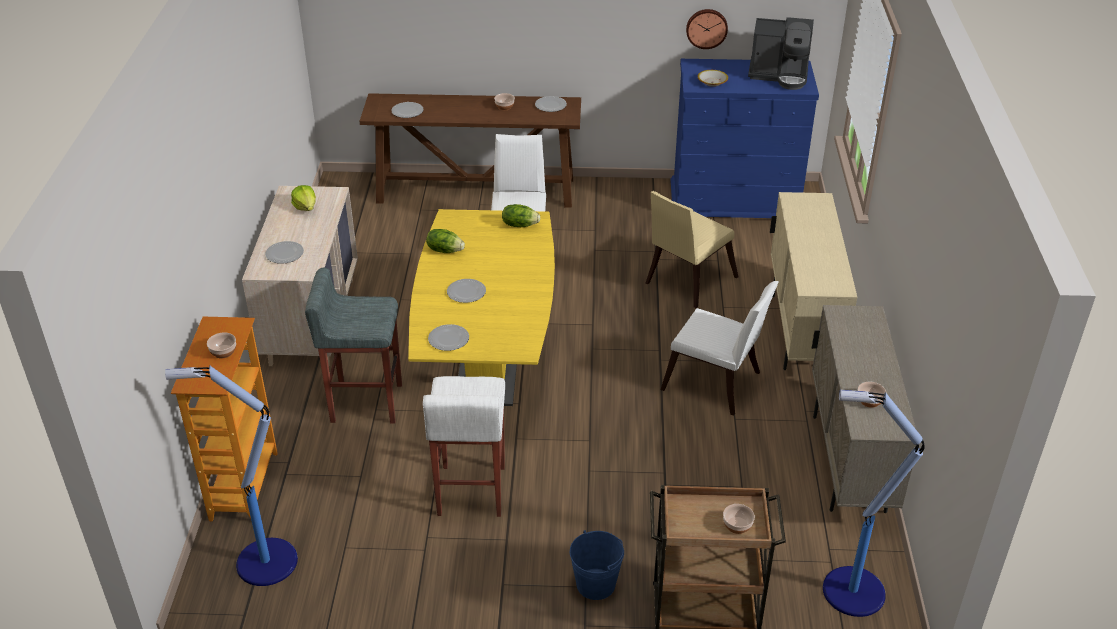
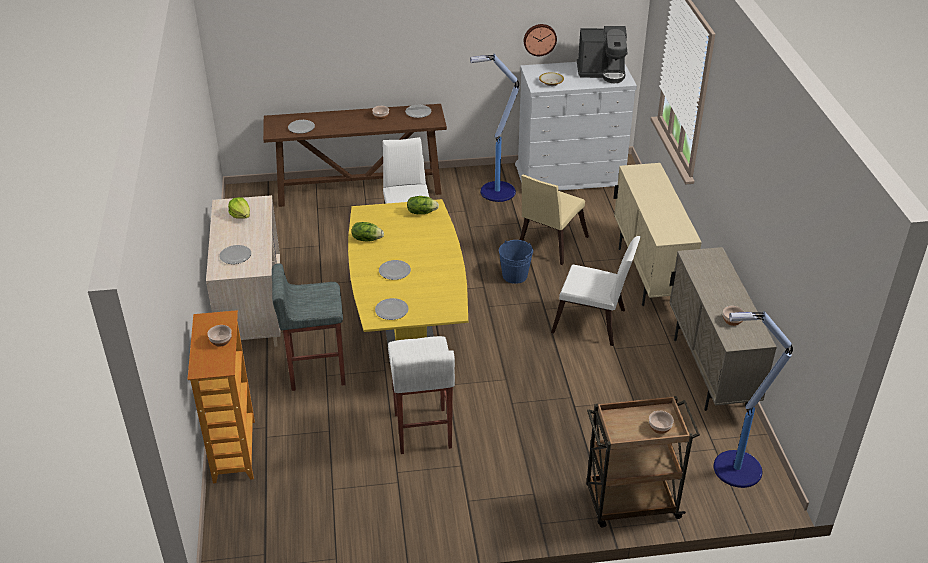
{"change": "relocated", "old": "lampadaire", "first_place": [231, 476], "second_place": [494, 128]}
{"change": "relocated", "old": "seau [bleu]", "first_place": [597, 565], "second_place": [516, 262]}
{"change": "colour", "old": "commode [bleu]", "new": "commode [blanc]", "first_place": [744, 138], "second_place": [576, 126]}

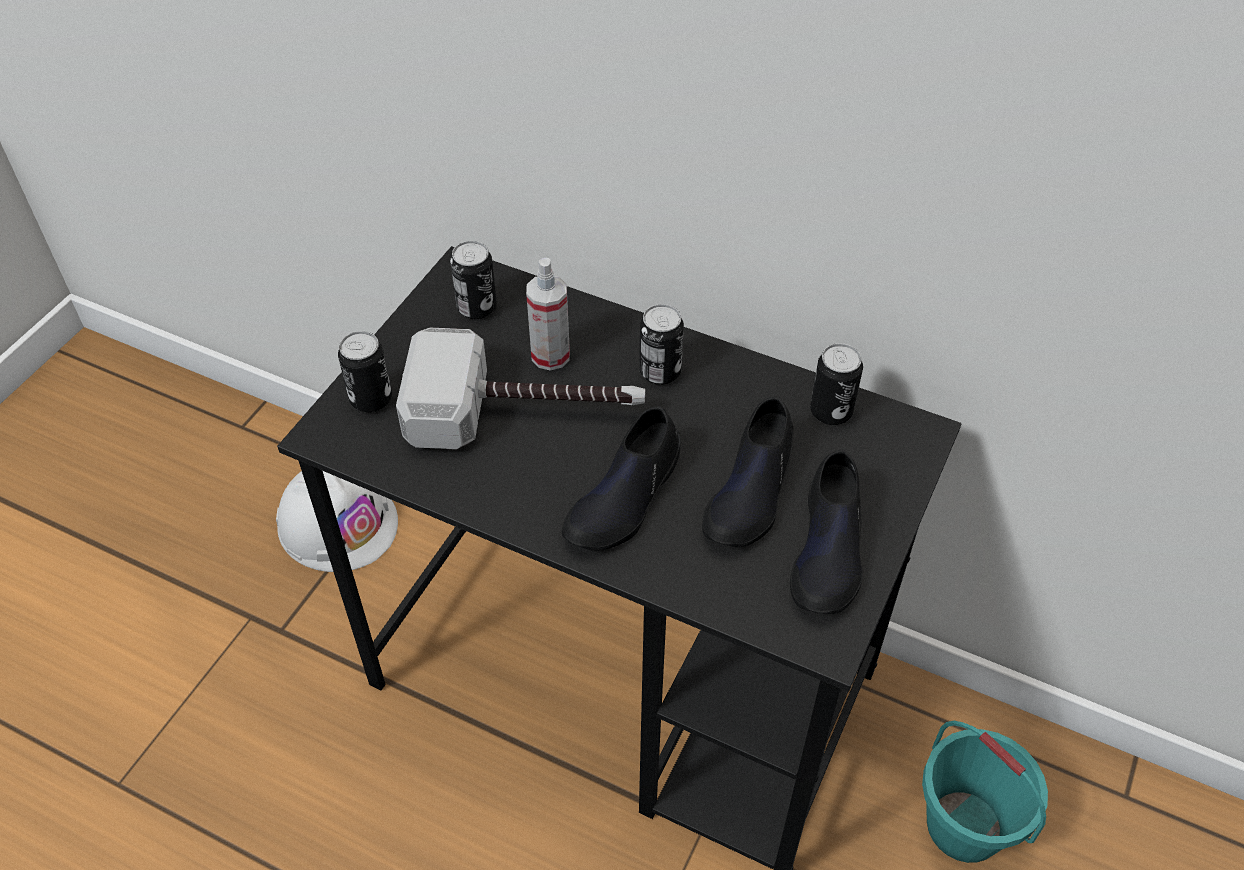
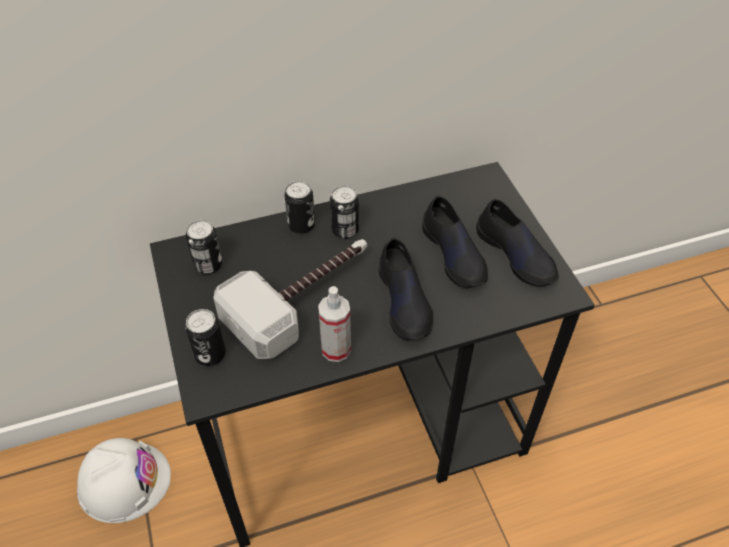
{"change": "missing", "old": "seau [turquoise]", "first_place": [985, 792]}
{"change": "relocated", "old": "vaporisateur", "first_place": [548, 314], "second_place": [334, 324]}
{"change": "relocated", "old": "boîte métallique", "first_place": [836, 384], "second_place": [299, 207]}

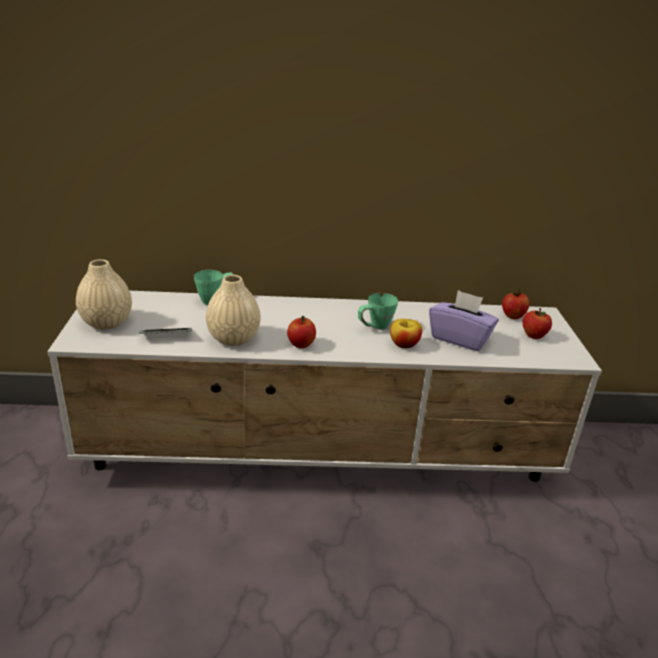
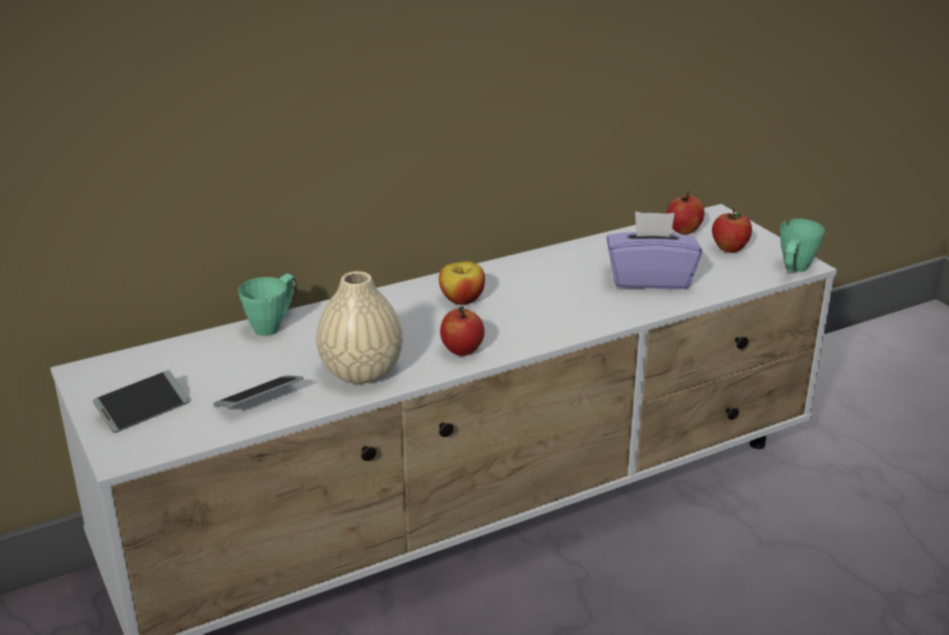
{"change": "relocated", "old": "mug [vert]", "first_place": [378, 311], "second_place": [802, 245]}
{"change": "relocated", "old": "pomme", "first_place": [406, 333], "second_place": [462, 283]}
{"change": "exchanged", "old": "vase [beige]", "new": "téléphone", "first_place": [104, 294], "second_place": [141, 402]}

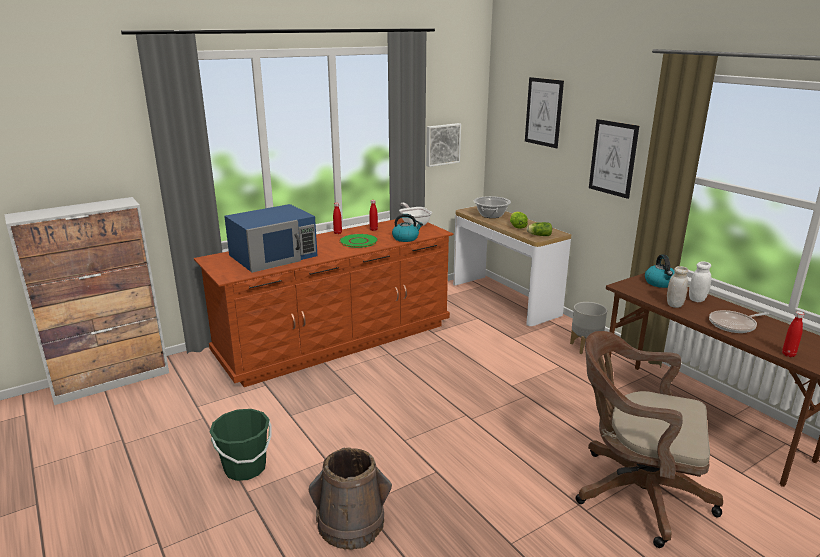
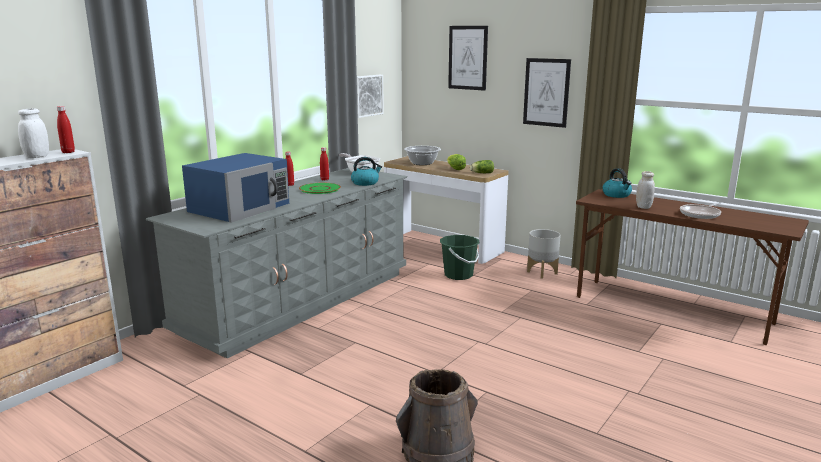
{"change": "missing", "old": "chaise de bureau [marron]", "first_place": [649, 439]}
{"change": "relocated", "old": "seau [vert]", "first_place": [241, 445], "second_place": [459, 257]}
{"change": "relocated", "old": "bocal [blanc]", "first_place": [700, 281], "second_place": [33, 133]}
{"change": "relocated", "old": "bouteille [rouge]", "first_place": [793, 334], "second_place": [66, 129]}
{"change": "colour", "old": "commode [marron]", "new": "commode [gris]", "first_place": [324, 302], "second_place": [276, 263]}

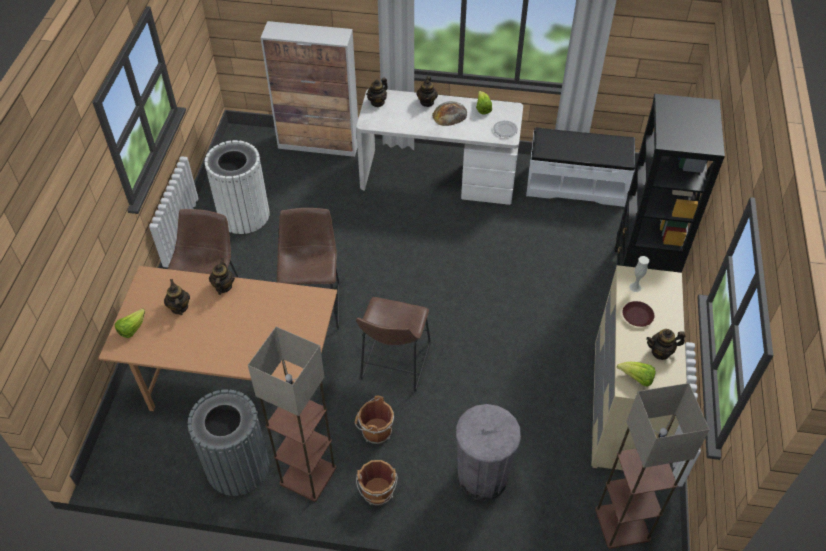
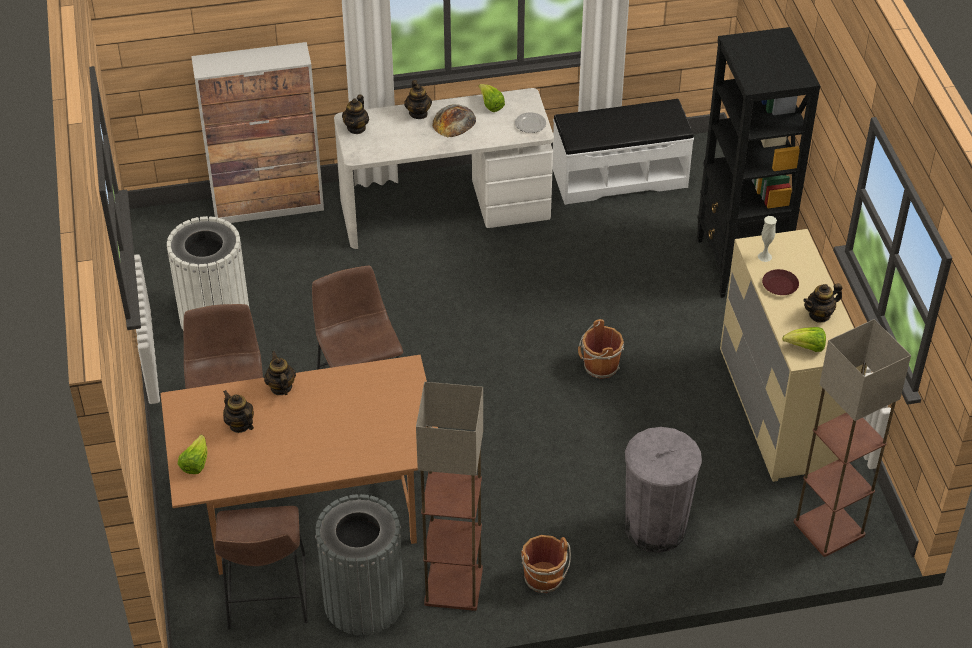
{"change": "relocated", "old": "seau [marron]", "first_place": [374, 420], "second_place": [601, 349]}
{"change": "relocated", "old": "tabouret [marron]", "first_place": [393, 344], "second_place": [261, 567]}

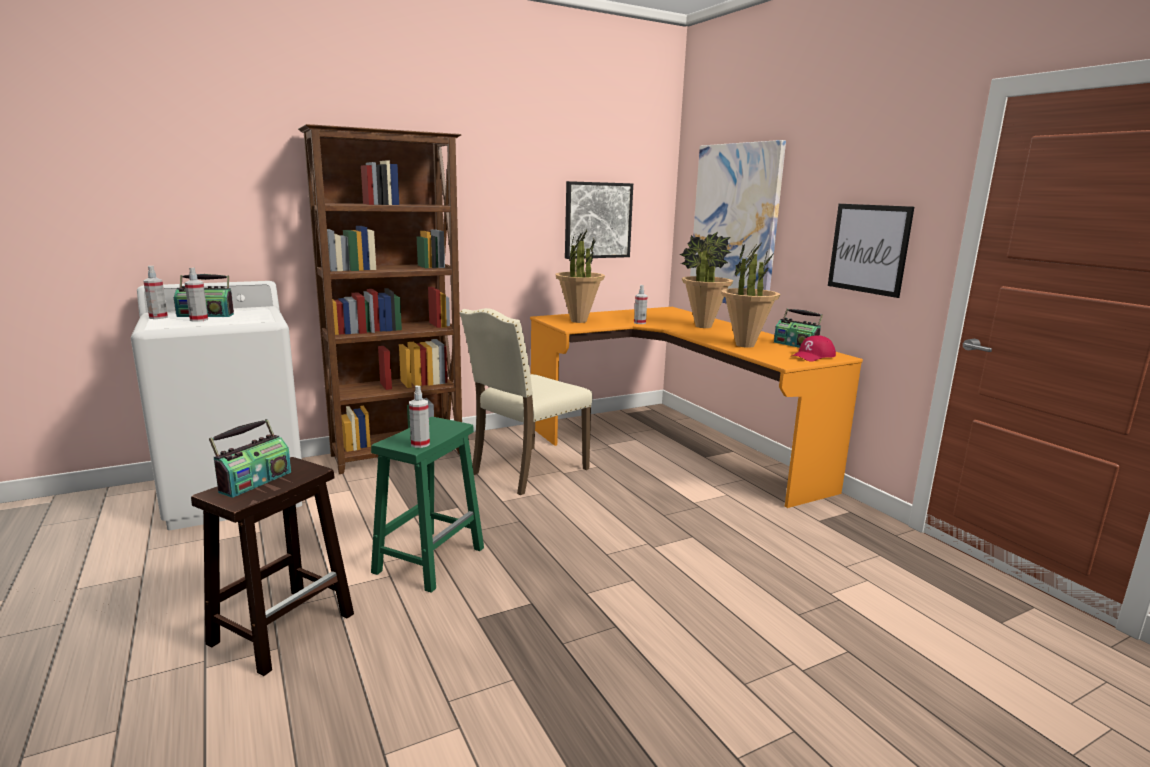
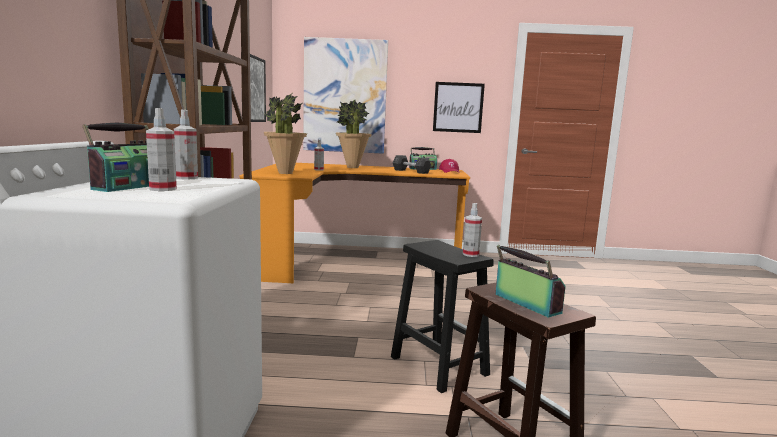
{"change": "missing", "old": "chaise [beige]", "first_place": [526, 401]}
{"change": "relocated", "old": "vaporisateur", "first_place": [155, 292], "second_place": [186, 144]}
{"change": "exchanged", "old": "plante en pot", "new": "haltère [gris]", "first_place": [750, 295], "second_place": [412, 164]}
{"change": "colour", "old": "tabouret [vert]", "new": "tabouret [noir]", "first_place": [427, 505], "second_place": [442, 316]}

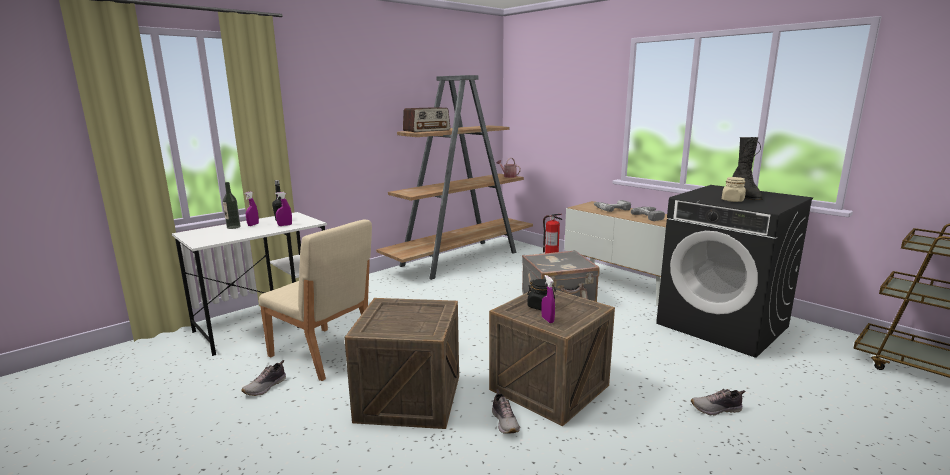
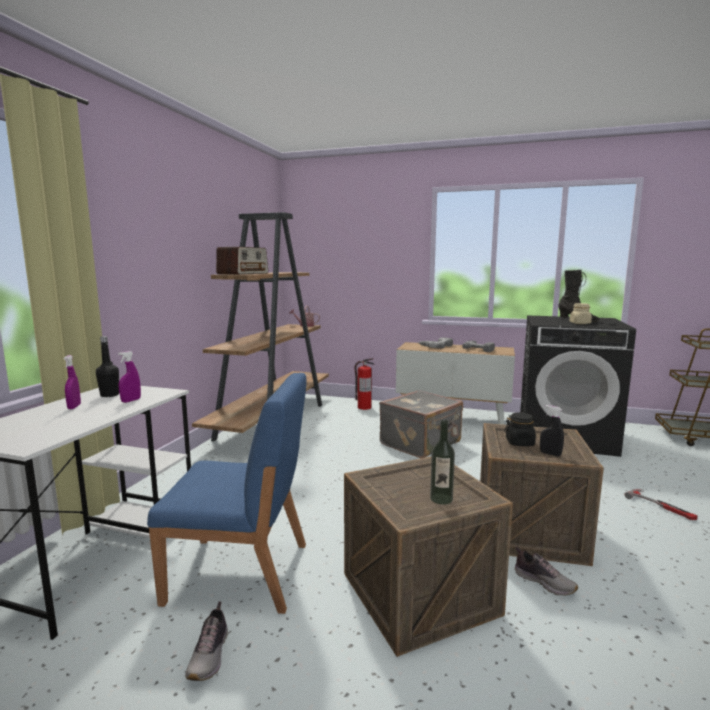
{"change": "relocated", "old": "bouteille", "first_place": [231, 205], "second_place": [442, 462]}
{"change": "exchanged", "old": "chaussure", "new": "marteau", "first_place": [718, 402], "second_place": [661, 504]}
{"change": "colour", "old": "chaise [beige]", "new": "chaise [bleu]", "first_place": [315, 300], "second_place": [226, 493]}
{"change": "colour", "old": "vaporisateur [violet]", "new": "vaporisateur [noir]", "first_place": [548, 299], "second_place": [552, 431]}

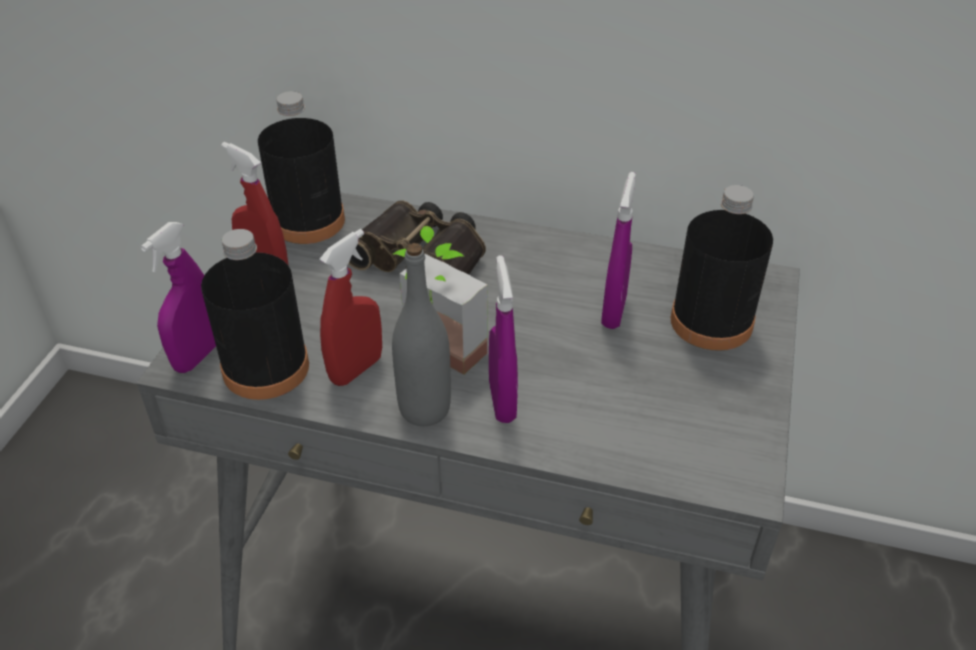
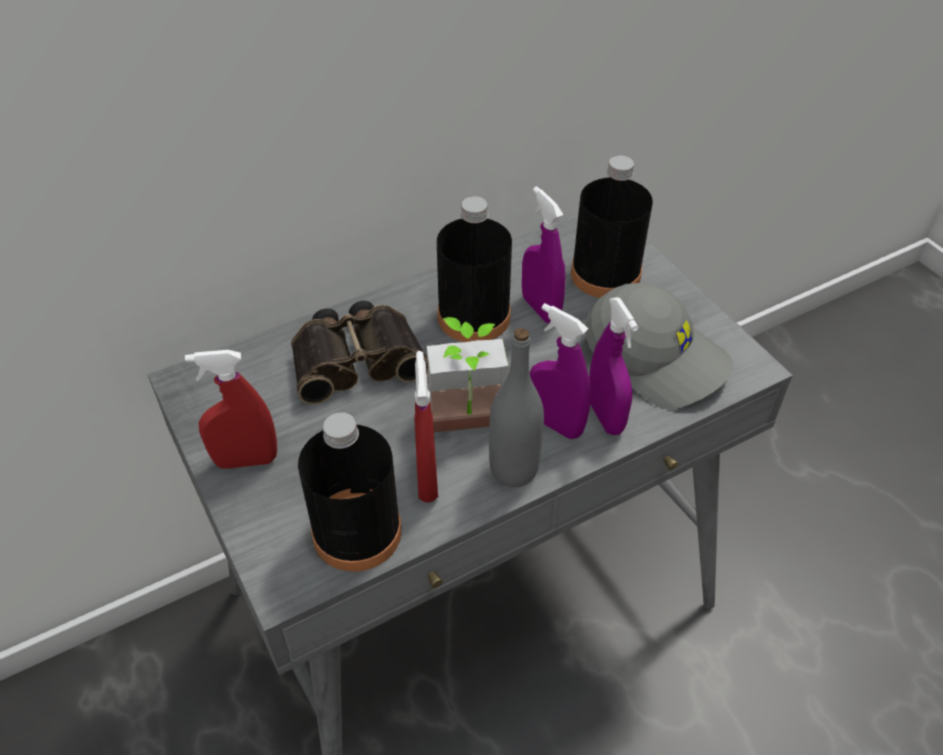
{"change": "appeared", "new": "casquette [gris]", "second_place": [659, 346]}
{"change": "relocated", "old": "vaporisateur [violet]", "first_place": [178, 297], "second_place": [613, 366]}
{"change": "relocated", "old": "bouteille [noir]", "first_place": [301, 167], "second_place": [474, 269]}

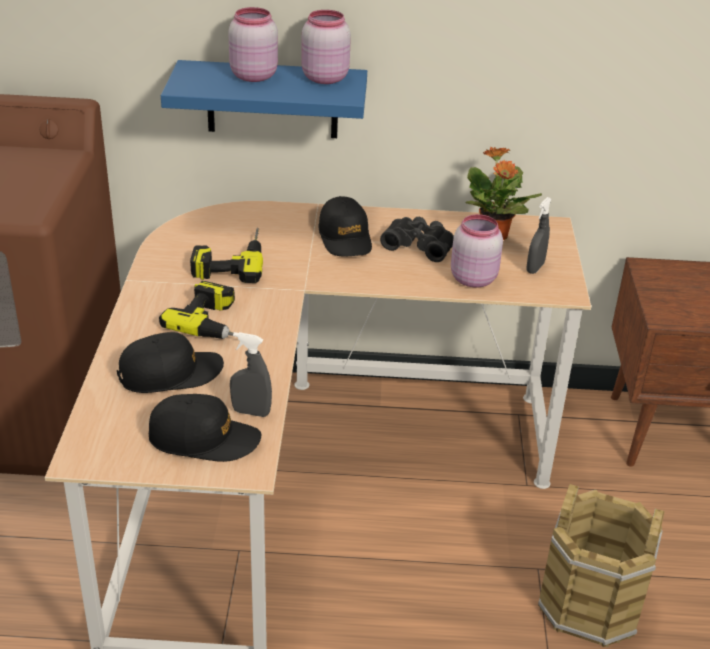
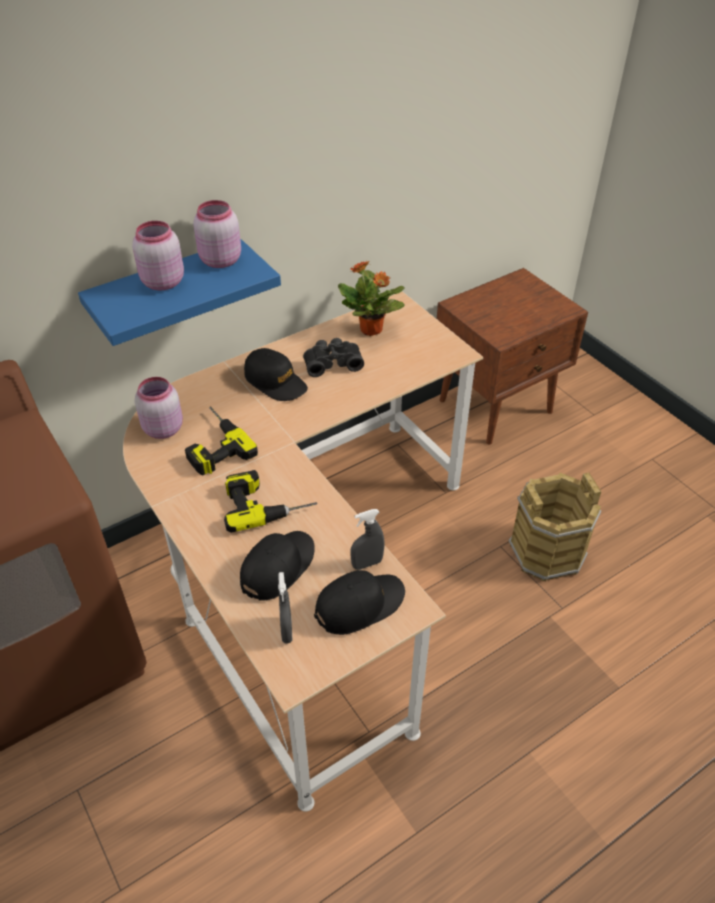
{"change": "relocated", "old": "bocal [rose]", "first_place": [477, 251], "second_place": [159, 408]}
{"change": "relocated", "old": "vaporisateur [gris]", "first_place": [539, 235], "second_place": [285, 608]}

